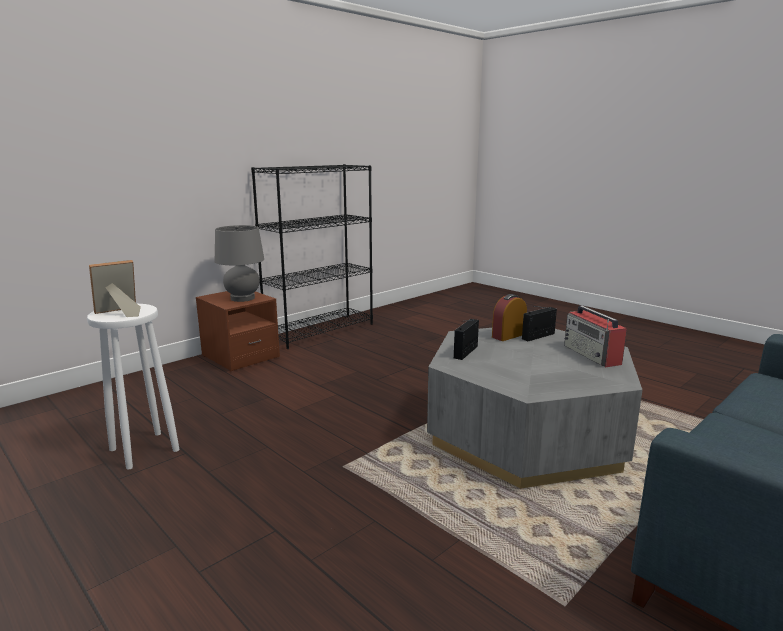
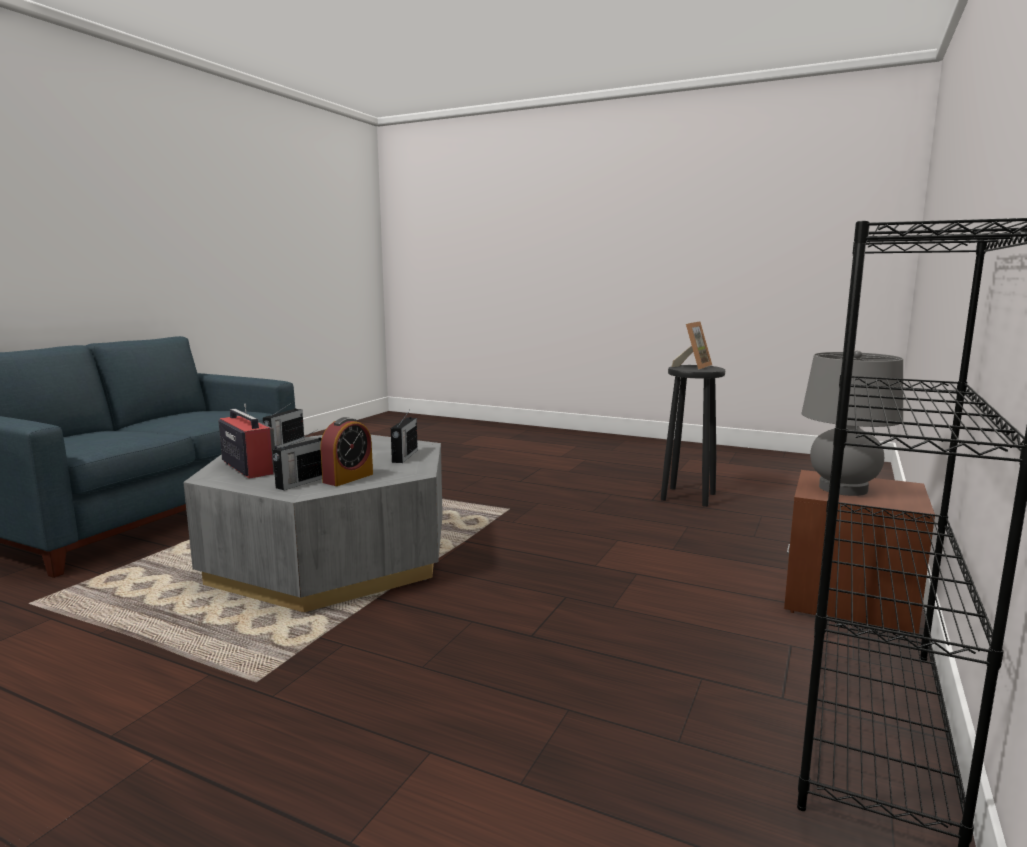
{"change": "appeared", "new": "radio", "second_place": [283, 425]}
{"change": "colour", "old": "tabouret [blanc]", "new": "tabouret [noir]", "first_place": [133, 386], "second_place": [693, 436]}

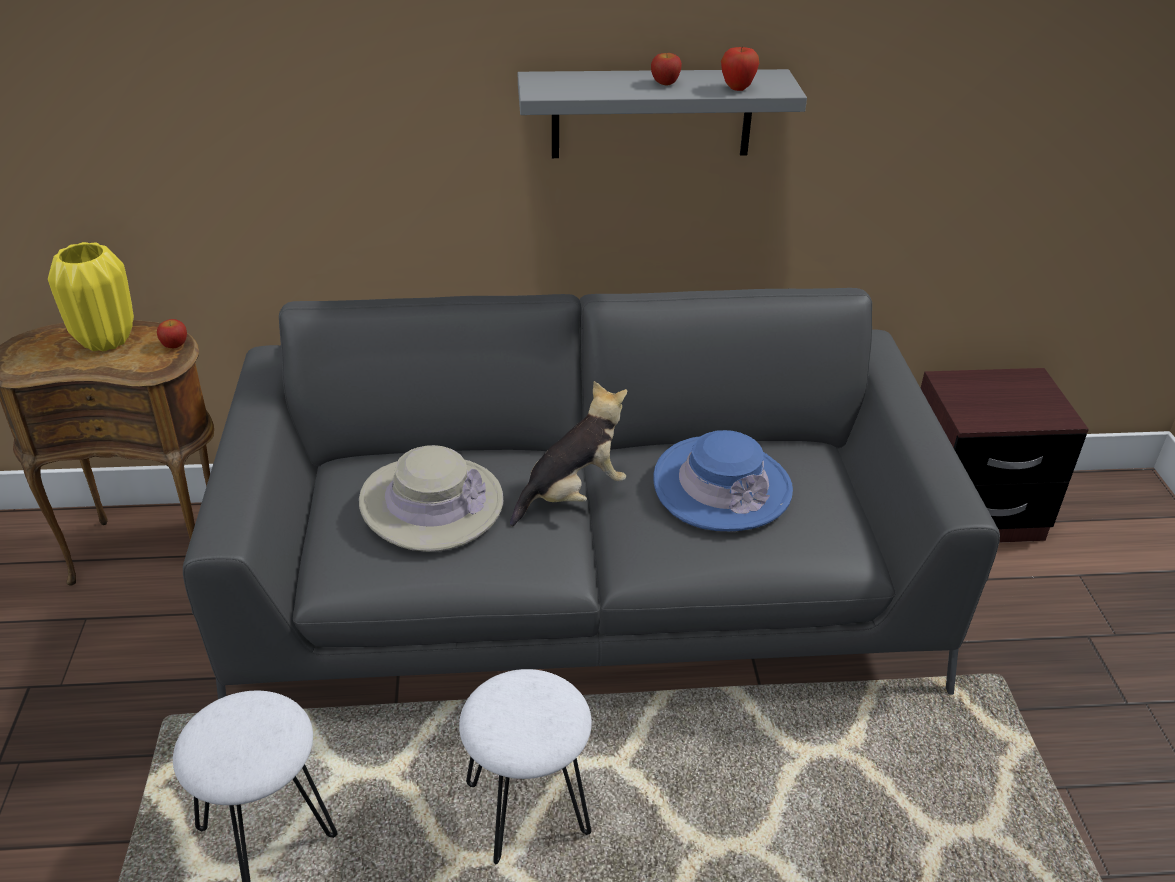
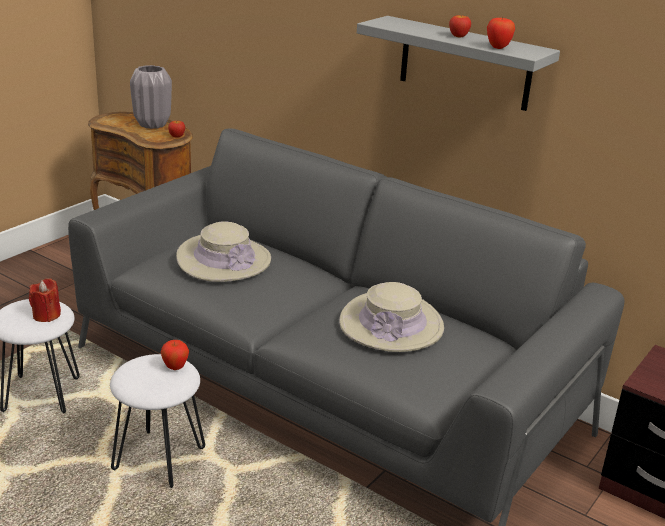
{"change": "missing", "old": "peluche", "first_place": [568, 453]}
{"change": "appeared", "new": "bougie [rouge]", "second_place": [45, 300]}
{"change": "appeared", "new": "pomme", "second_place": [175, 355]}
{"change": "colour", "old": "vase [jaune]", "new": "vase [gris]", "first_place": [91, 296], "second_place": [151, 97]}
{"change": "colour", "old": "chapeau [bleu]", "new": "chapeau [beige]", "first_place": [723, 480], "second_place": [391, 317]}

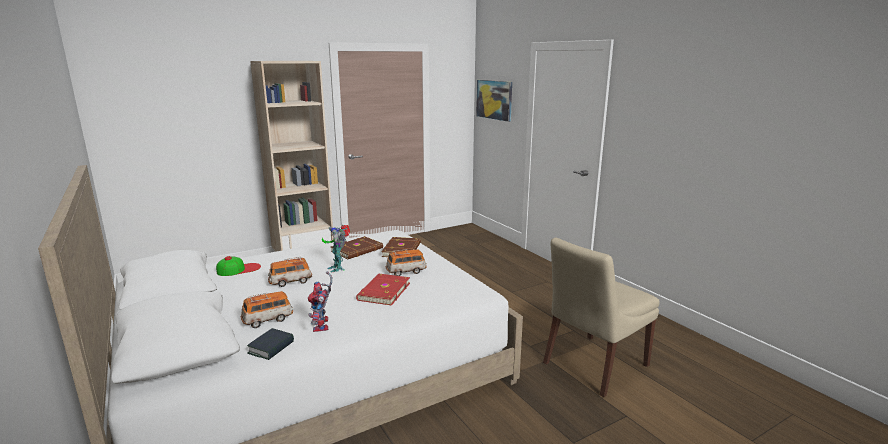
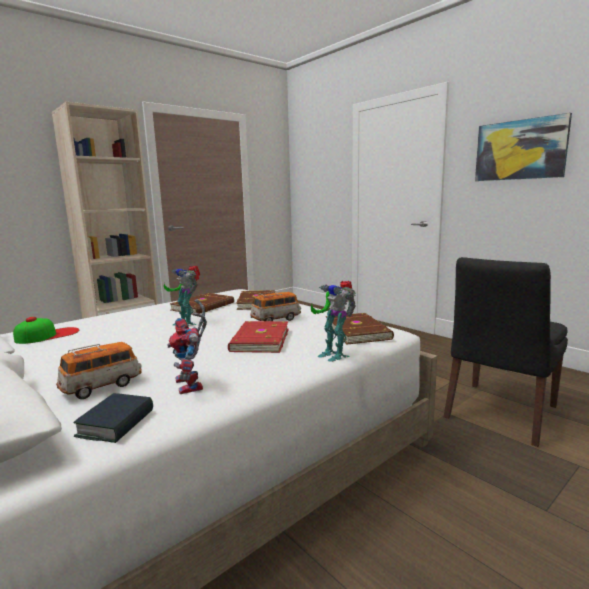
{"change": "missing", "old": "petite voiture", "first_place": [290, 272]}
{"change": "appeared", "new": "robot jouet", "second_place": [333, 321]}
{"change": "appeared", "new": "livre [marron]", "second_place": [359, 328]}
{"change": "relocated", "old": "tableau", "first_place": [494, 101], "second_place": [523, 147]}
{"change": "colour", "old": "chaise [beige]", "new": "chaise [noir]", "first_place": [601, 317], "second_place": [506, 352]}

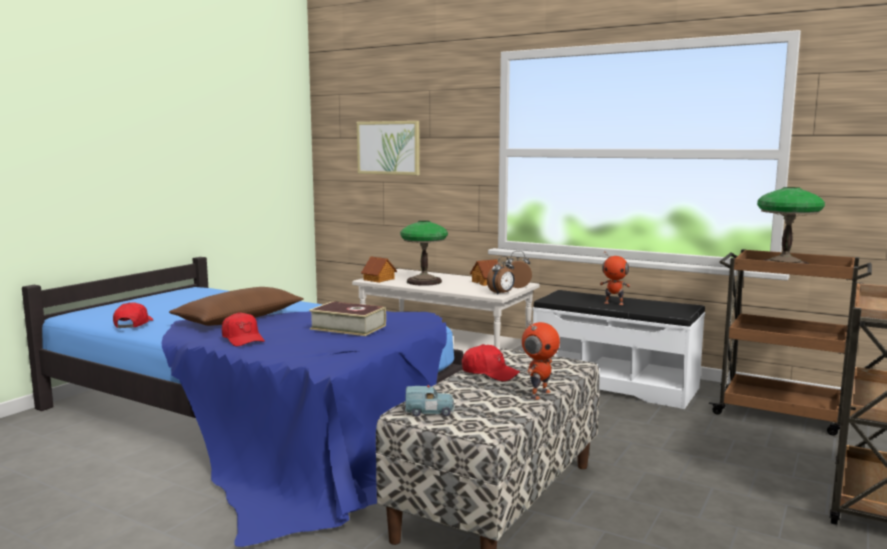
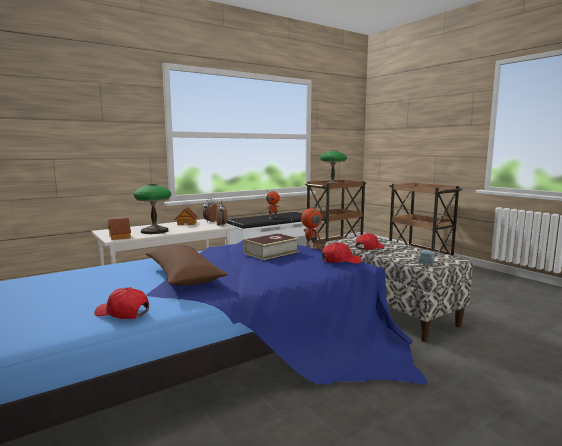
{"change": "missing", "old": "tableau", "first_place": [388, 148]}
{"change": "relocated", "old": "casquette [rouge]", "first_place": [243, 329], "second_place": [341, 253]}
{"change": "relocated", "old": "robot jouet", "first_place": [541, 360], "second_place": [311, 228]}

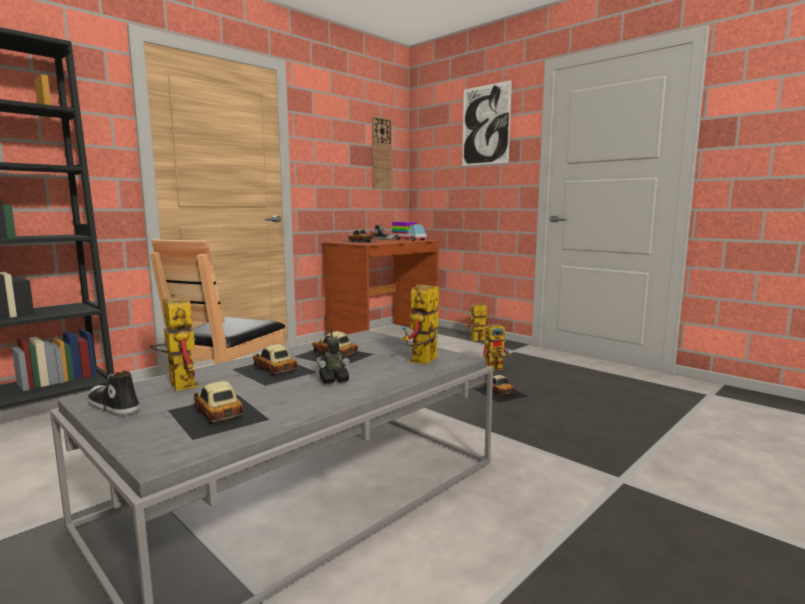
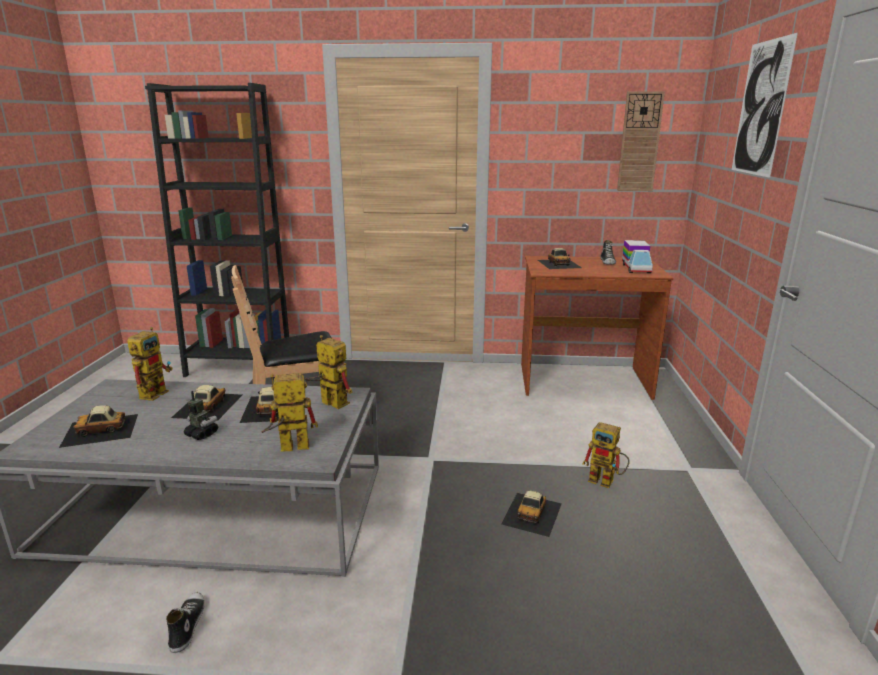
{"change": "relocated", "old": "chaussure", "first_place": [114, 393], "second_place": [185, 622]}
{"change": "relocated", "old": "robot jouet", "first_place": [477, 321], "second_place": [328, 372]}
{"change": "spun", "old": "petite voiture", "first_place": [218, 410], "second_place": [98, 426], "degrees": -120}

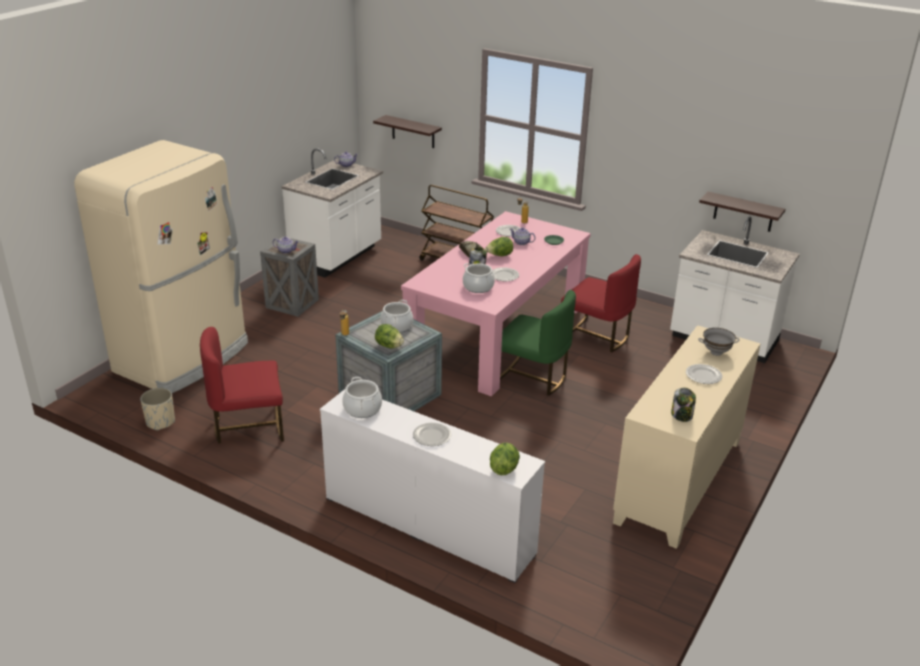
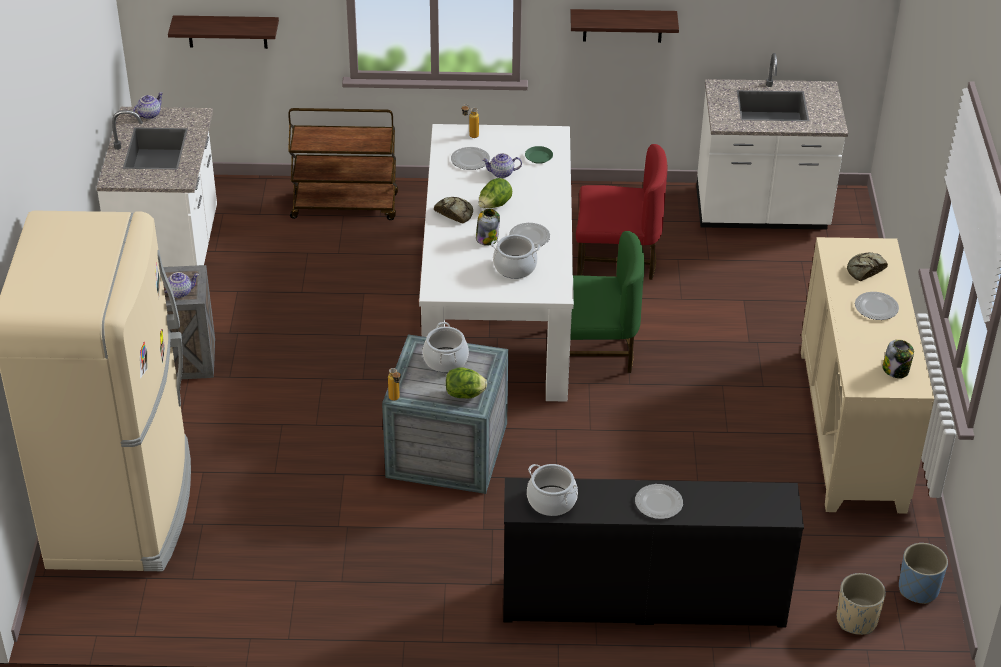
{"change": "missing", "old": "chaise [rouge]", "first_place": [242, 385]}
{"change": "missing", "old": "laitue", "first_place": [505, 459]}
{"change": "appeared", "new": "cache-pot [bleu]", "second_place": [923, 573]}
{"change": "relocated", "old": "cache-pot [beige]", "first_place": [157, 409], "second_place": [861, 604]}
{"change": "relocated", "old": "étagère", "first_place": [742, 211], "second_place": [624, 26]}
{"change": "exchanged", "old": "bol [gris]", "new": "pain", "first_place": [719, 342], "second_place": [867, 266]}
{"change": "colour", "old": "commode [blanc]", "new": "commode [noir]", "first_place": [432, 486], "second_place": [653, 553]}
{"change": "colour", "old": "table à manger [rose]", "new": "table à manger [blanc]", "first_place": [496, 304], "second_place": [496, 263]}

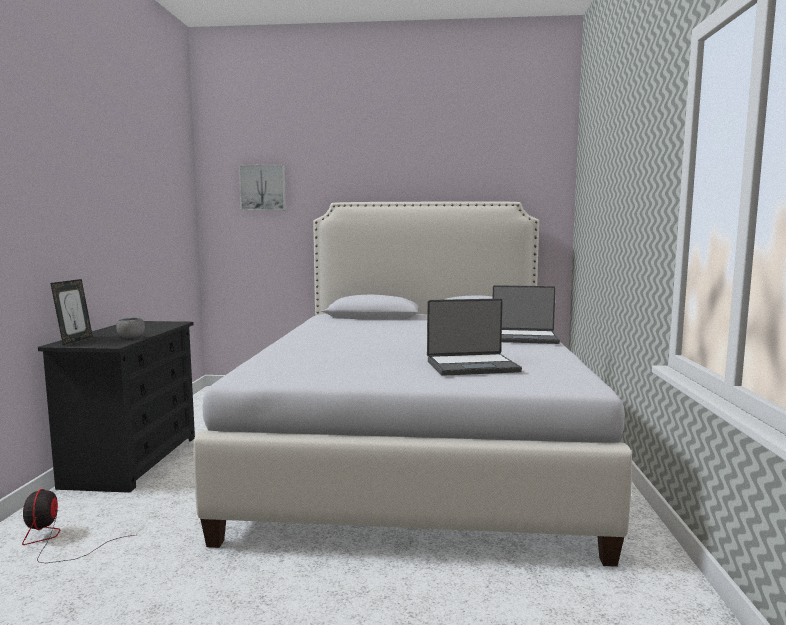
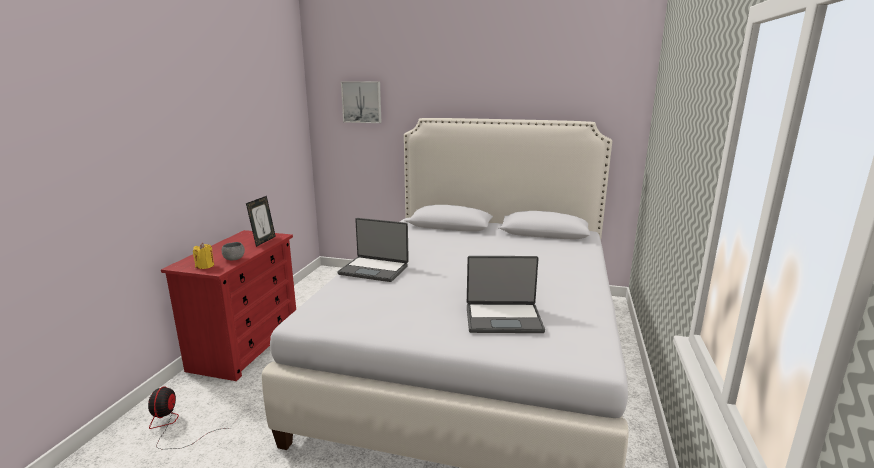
{"change": "appeared", "new": "bougie [jaune]", "second_place": [203, 256]}
{"change": "relocated", "old": "cadre photo", "first_place": [71, 312], "second_place": [261, 221]}
{"change": "relocated", "old": "ordinateur portable", "first_place": [526, 314], "second_place": [373, 250]}
{"change": "colour", "old": "commode [noir]", "new": "commode [rouge]", "first_place": [116, 407], "second_place": [228, 305]}

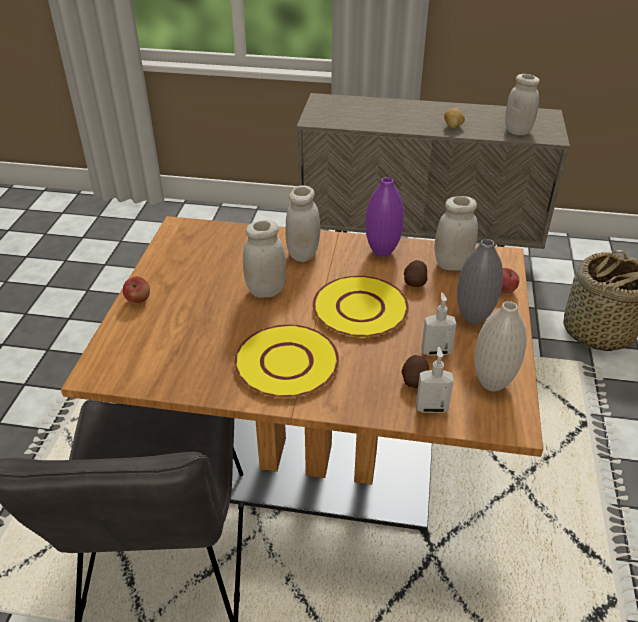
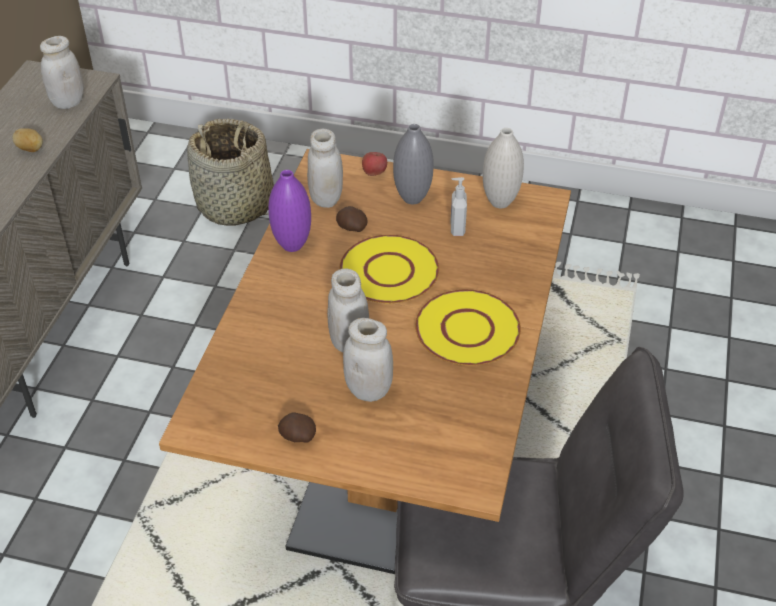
{"change": "missing", "old": "pomme", "first_place": [136, 290]}
{"change": "missing", "old": "distributeur de savon", "first_place": [435, 380]}
{"change": "relocated", "old": "bocal [blanc]", "first_place": [303, 223], "second_place": [368, 360]}
{"change": "relocated", "old": "pomme de terre", "first_place": [415, 371], "second_place": [297, 427]}

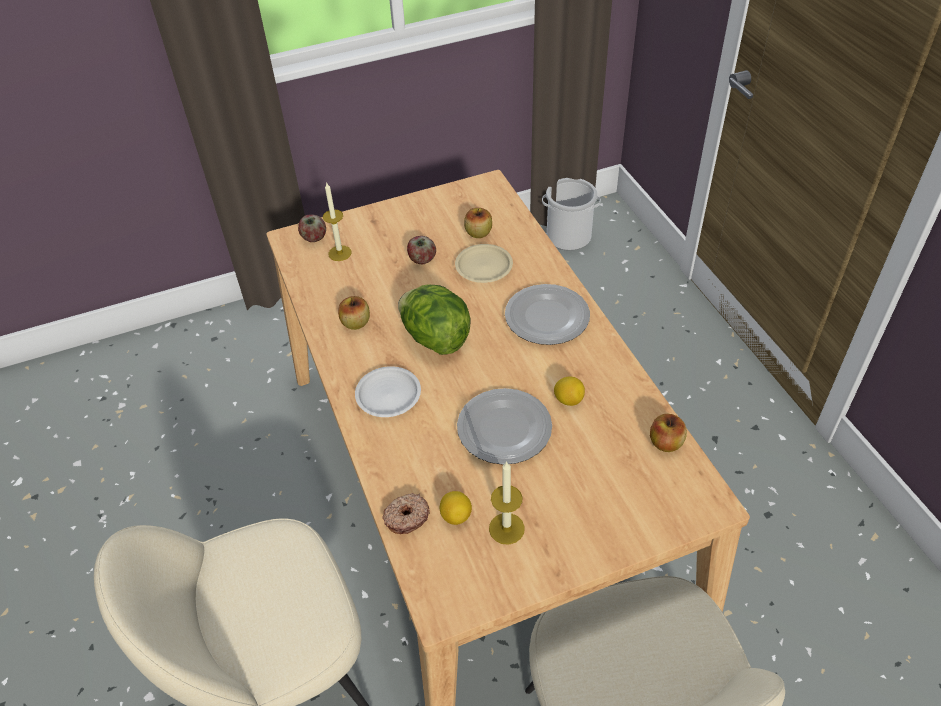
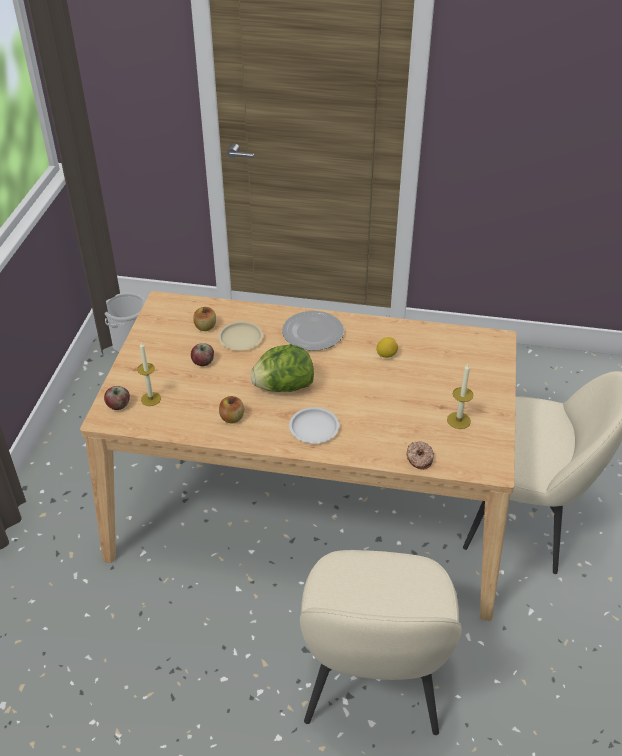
{"change": "missing", "old": "citron", "first_place": [456, 508]}
{"change": "missing", "old": "assiette", "first_place": [504, 426]}
{"change": "missing", "old": "pomme", "first_place": [668, 433]}

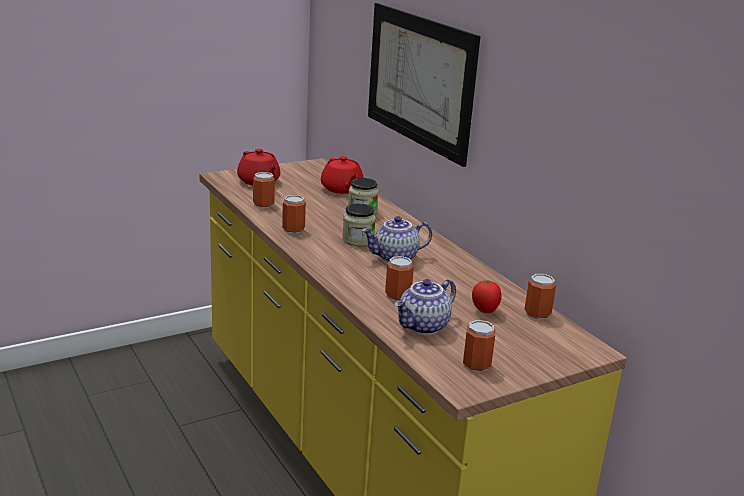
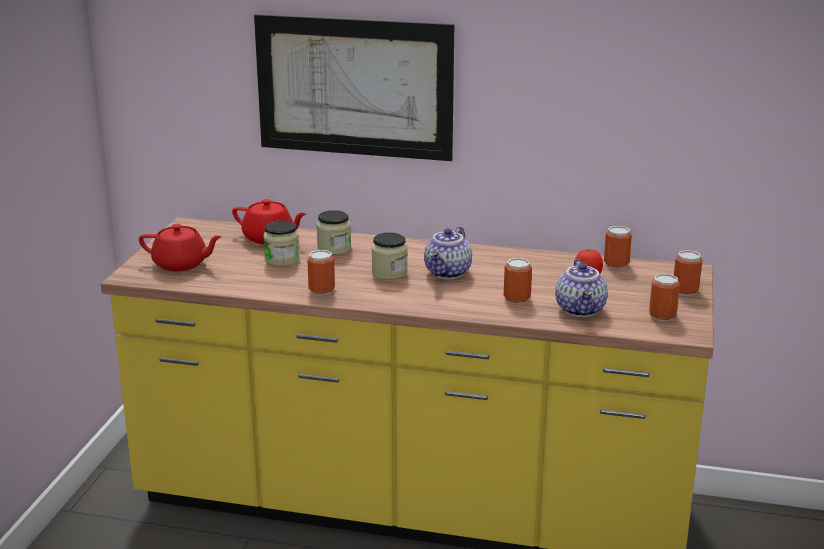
{"change": "appeared", "new": "bocal", "second_place": [281, 244]}
{"change": "relocated", "old": "boîte métallique", "first_place": [264, 190], "second_place": [688, 273]}

